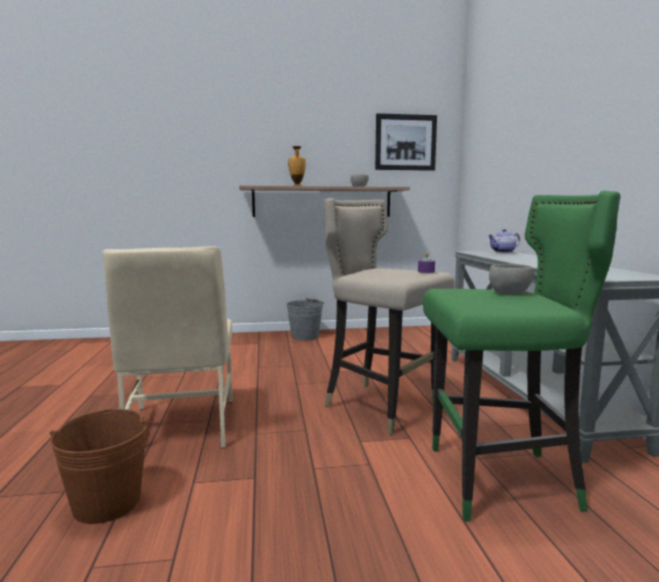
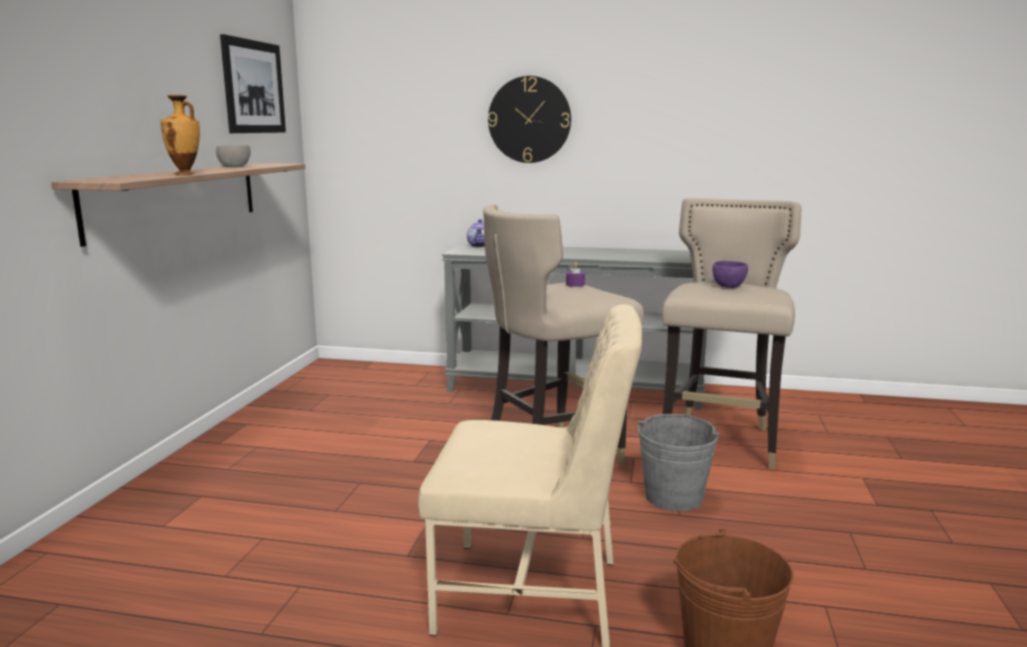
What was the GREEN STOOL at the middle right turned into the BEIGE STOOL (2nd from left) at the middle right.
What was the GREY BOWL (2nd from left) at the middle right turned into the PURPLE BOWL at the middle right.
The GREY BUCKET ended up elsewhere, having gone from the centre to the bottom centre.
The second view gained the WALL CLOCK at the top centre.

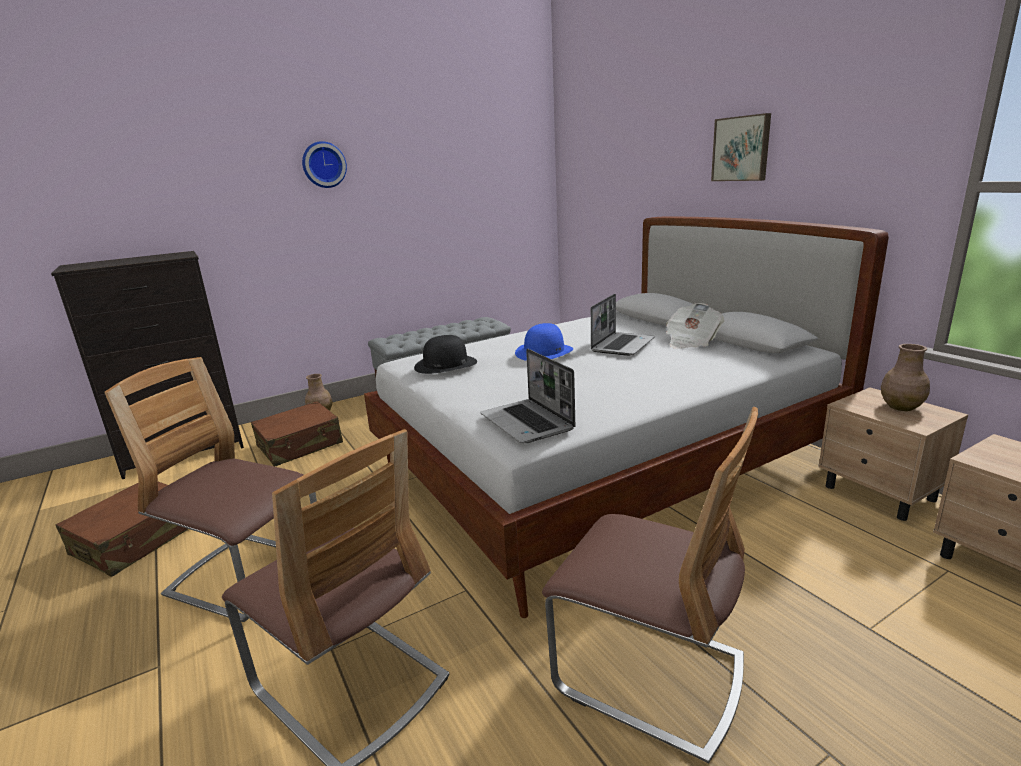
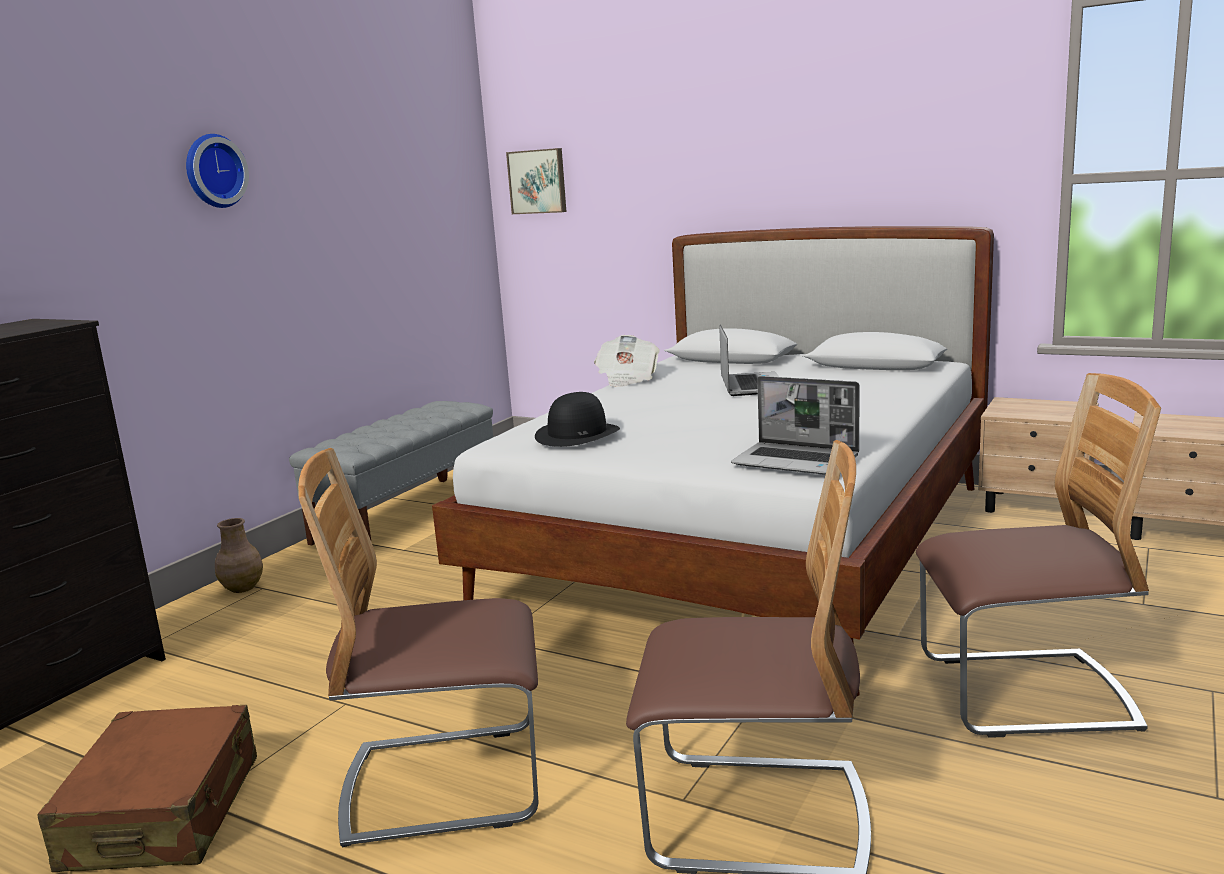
The PICTURE ended up elsewhere, having gone from the top right to the top centre.
The NEWSPAPER ended up elsewhere, having gone from the middle right to the centre.
The second view lost the BLUE HAT at the centre.
The second view lost the BROWN VASE (2nd from left) at the middle right.
The second view lost the BROWN SUITCASE (2nd from left) at the middle left.

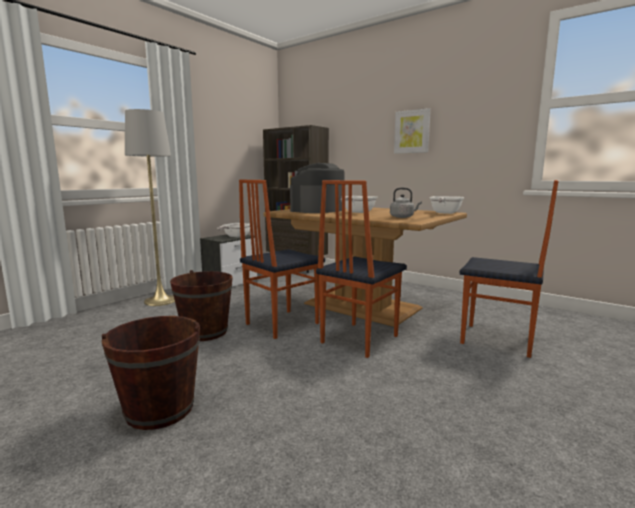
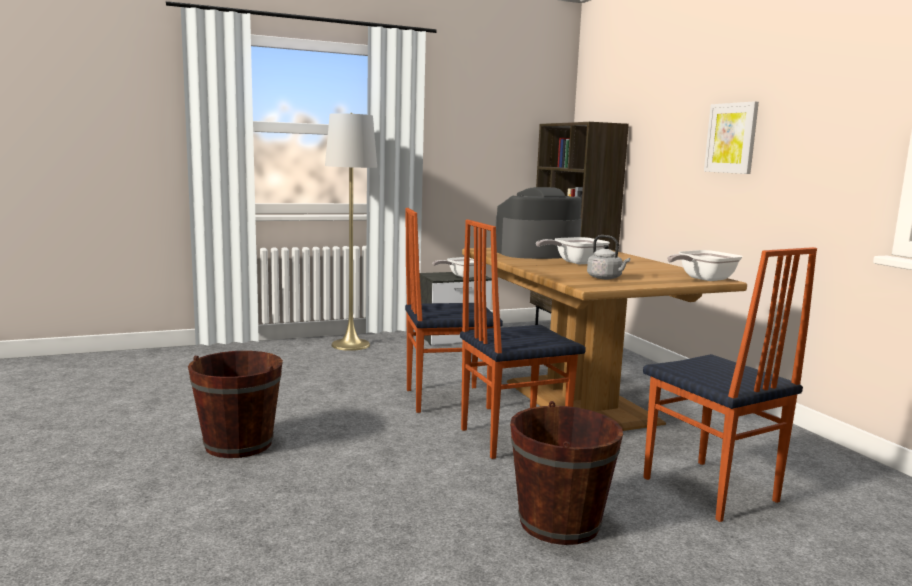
The BROWN BUCKET (2nd from left) ended up elsewhere, having gone from the middle left to the bottom centre.

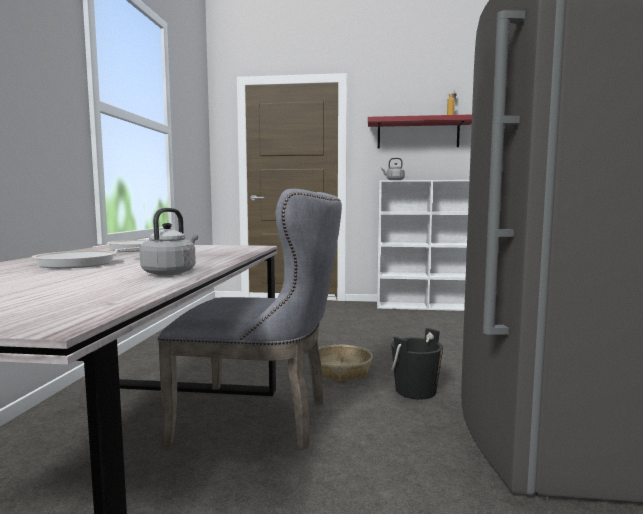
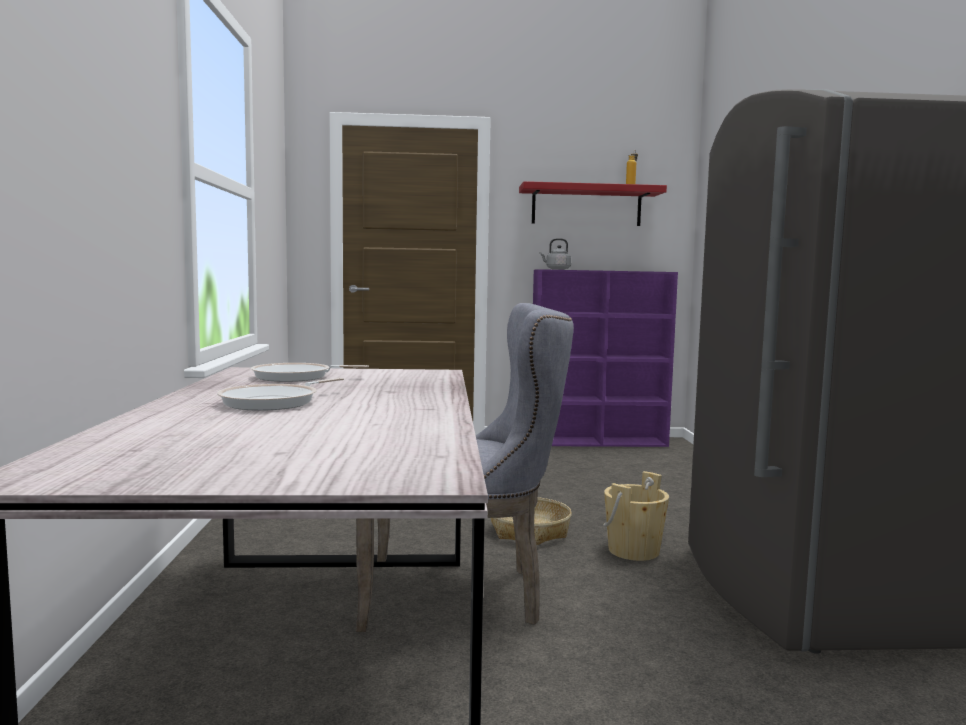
What was the WHITE BOOKCASE at the centre turned into the PURPLE BOOKCASE at the centre.
The second view lost the GREY KETTLE (1st from left) at the middle left.
What was the BLACK BUCKET at the bottom centre turned into the BEIGE BUCKET at the bottom centre.

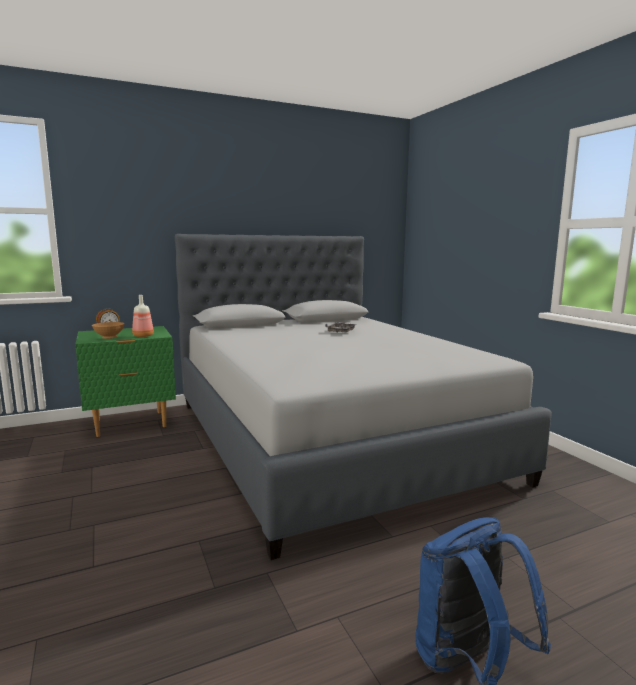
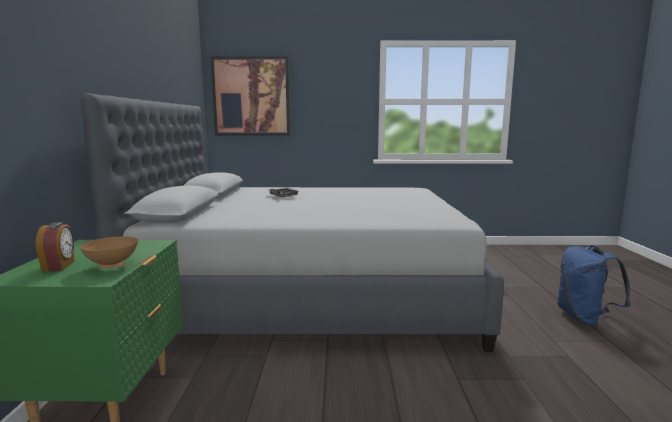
The second view lost the BOTTLE at the middle left.
The second view gained the PICTURE at the top centre.

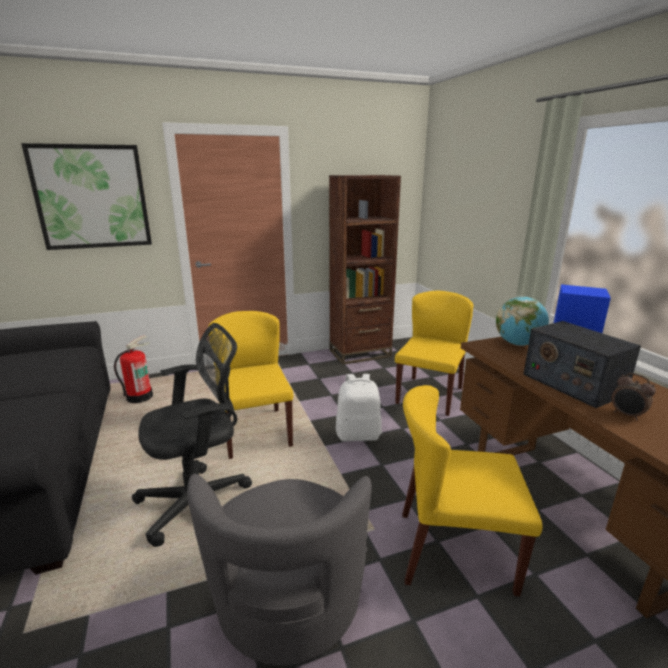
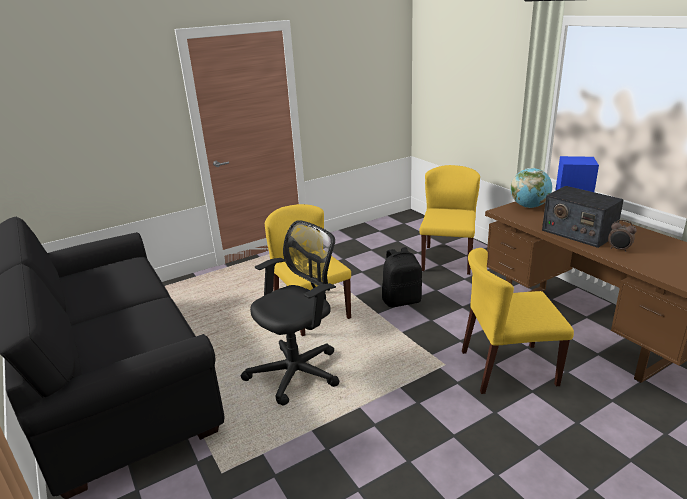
The second view lost the PICTURE at the top left.
The second view lost the BROWN BOOKCASE at the centre.
The second view lost the FIRE EXTINGUISHER at the middle left.
What was the WHITE BACKPACK at the centre turned into the BLACK BACKPACK at the centre.
The second view lost the GREY ARMCHAIR at the bottom centre.

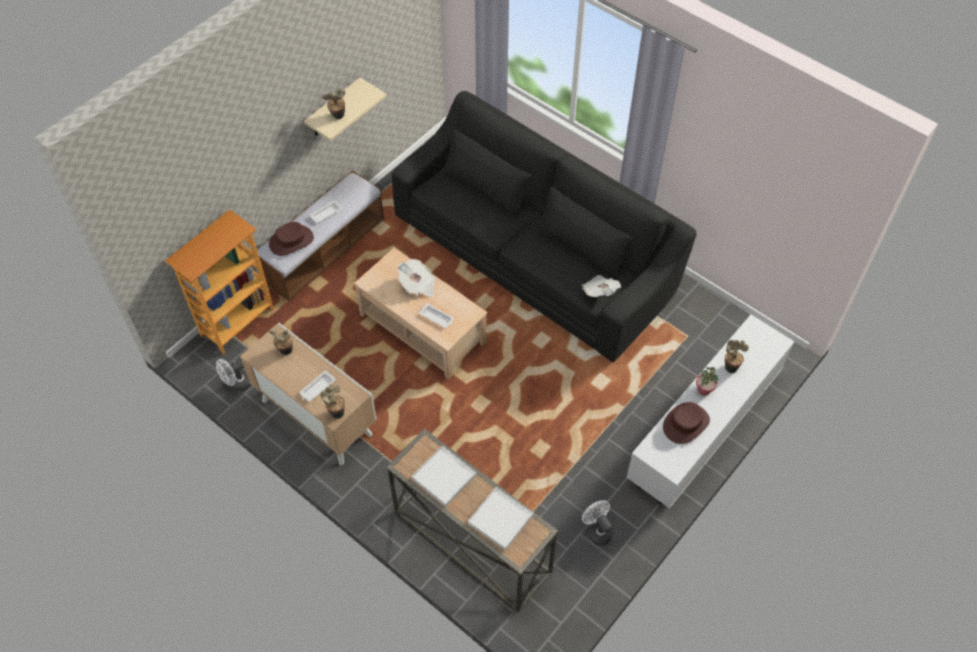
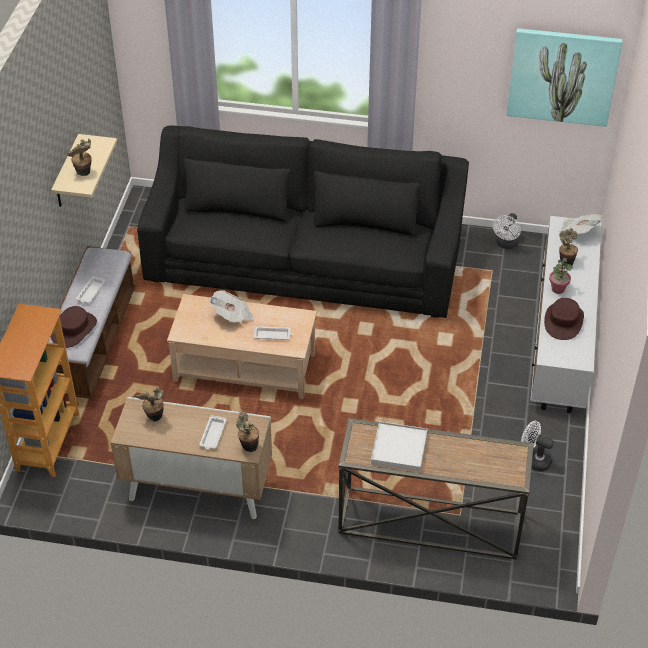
The NEWSPAPER (2nd from left) ended up elsewhere, having gone from the centre to the middle right.
The WHITE FAN (1st from left) ended up elsewhere, having gone from the middle left to the middle right.
The second view lost the WHITE TRAY (5th from left) at the bottom centre.
The second view gained the PICTURE at the top right.

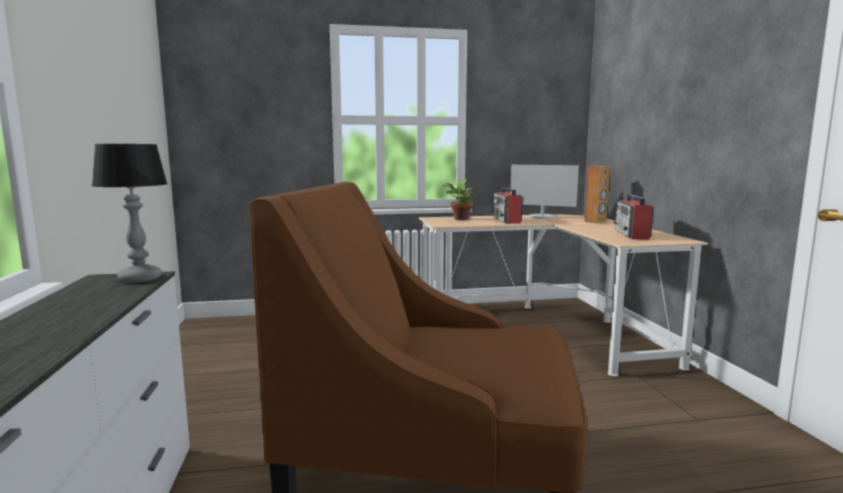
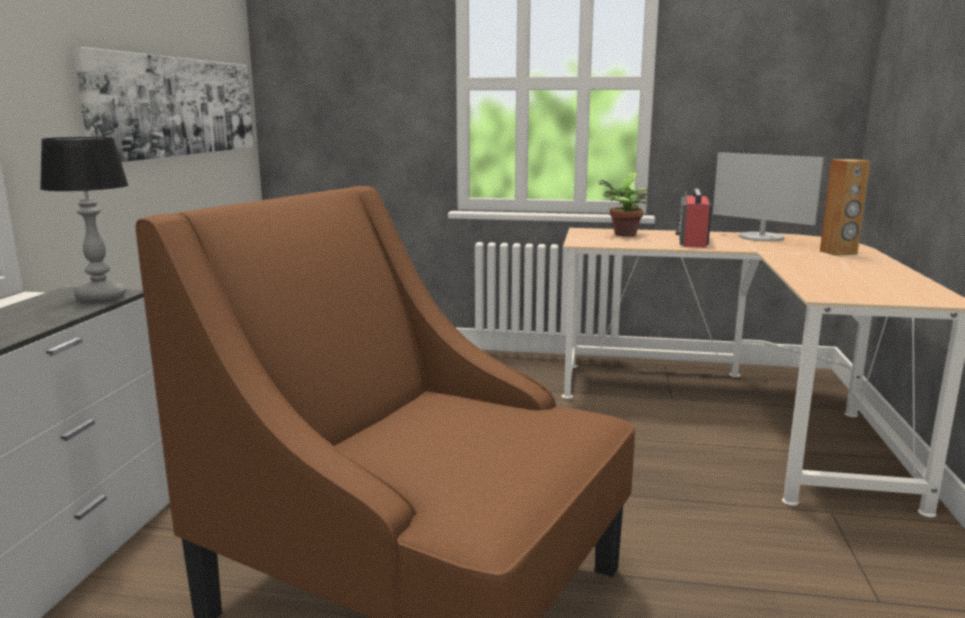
The second view lost the RADIO (2nd from left) at the middle right.
The second view gained the PICTURE at the top left.

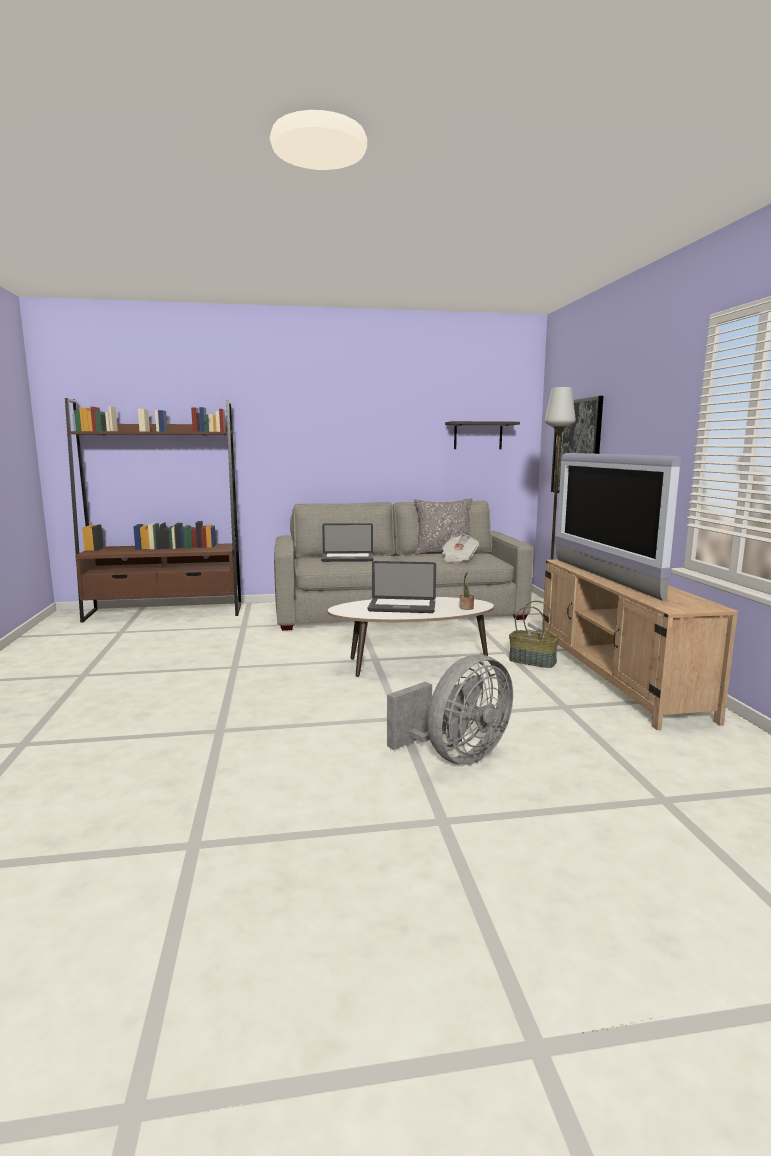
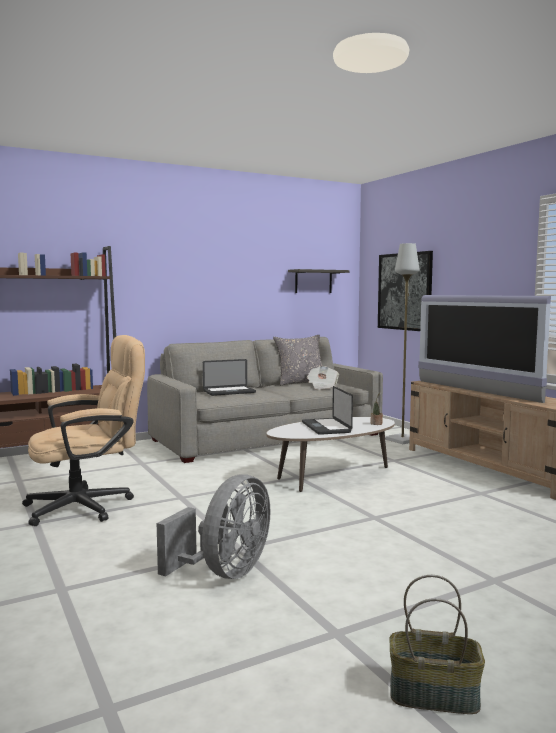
The LAPTOP (2nd from left) at the centre ended up facing another way, 90 degrees clockwise from before.
The BASKET ended up elsewhere, having gone from the middle right to the bottom right.
The GREY FAN ended up elsewhere, having gone from the centre to the bottom centre.
The second view gained the BEIGE OFFICE CHAIR at the middle left.

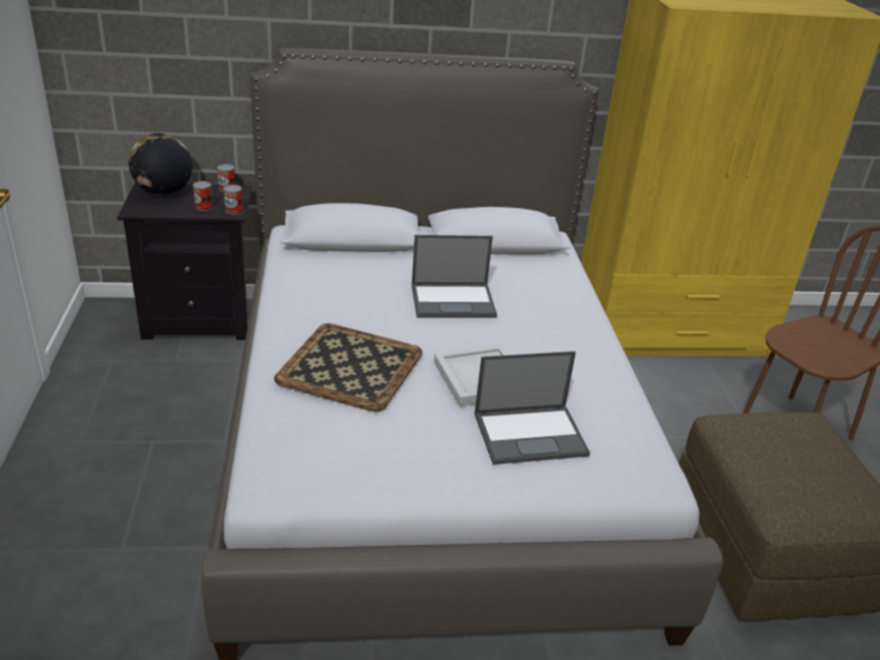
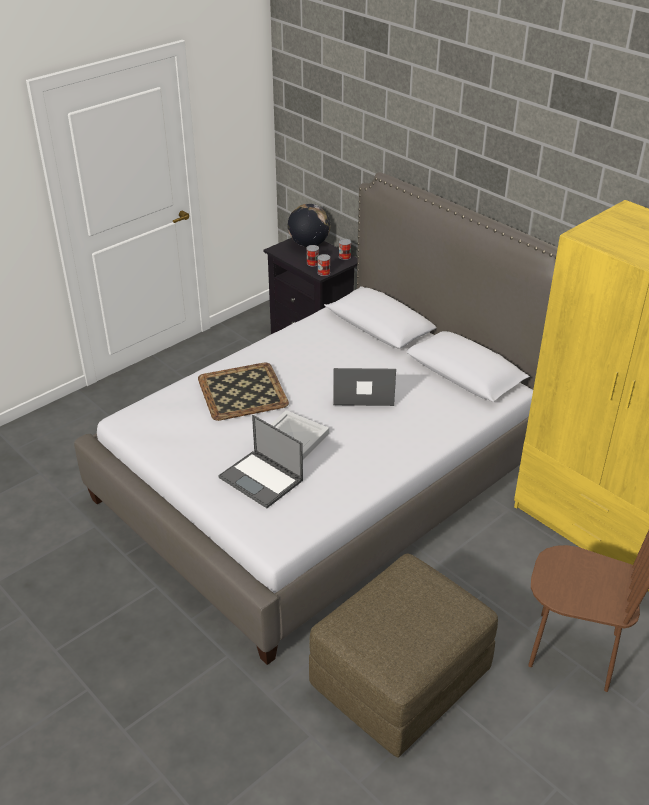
The LAPTOP (1st from left in the first image) at the centre ended up facing another way, 135 degrees clockwise from before.

